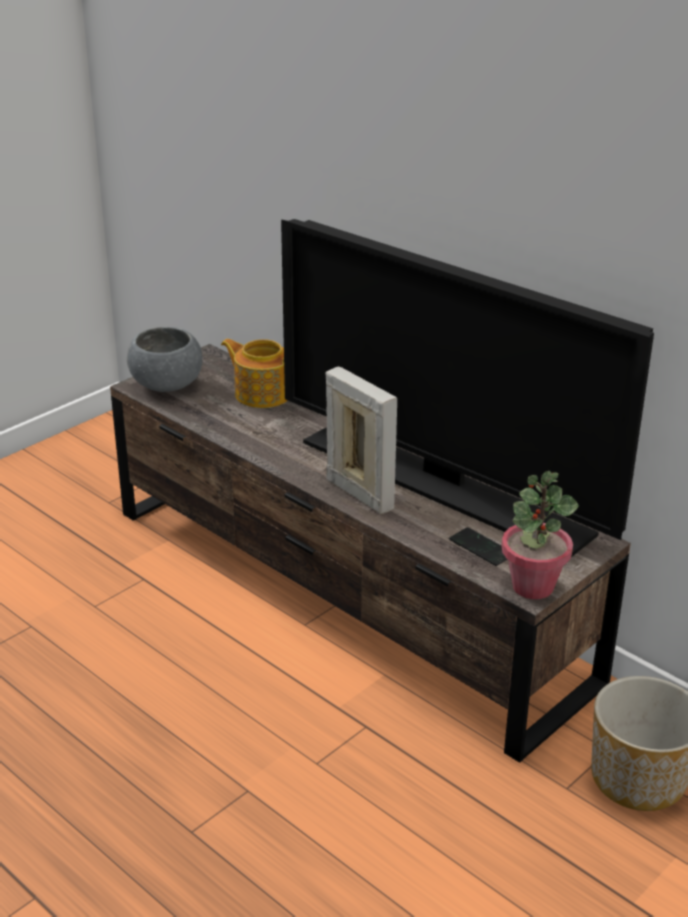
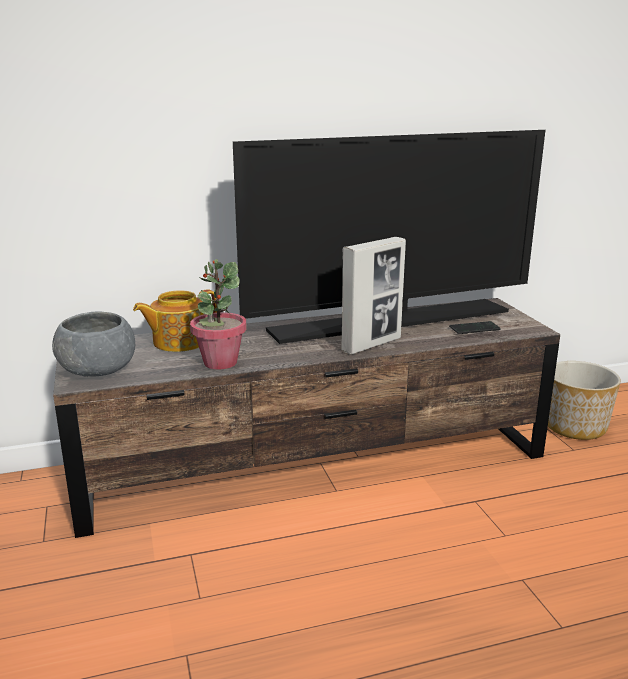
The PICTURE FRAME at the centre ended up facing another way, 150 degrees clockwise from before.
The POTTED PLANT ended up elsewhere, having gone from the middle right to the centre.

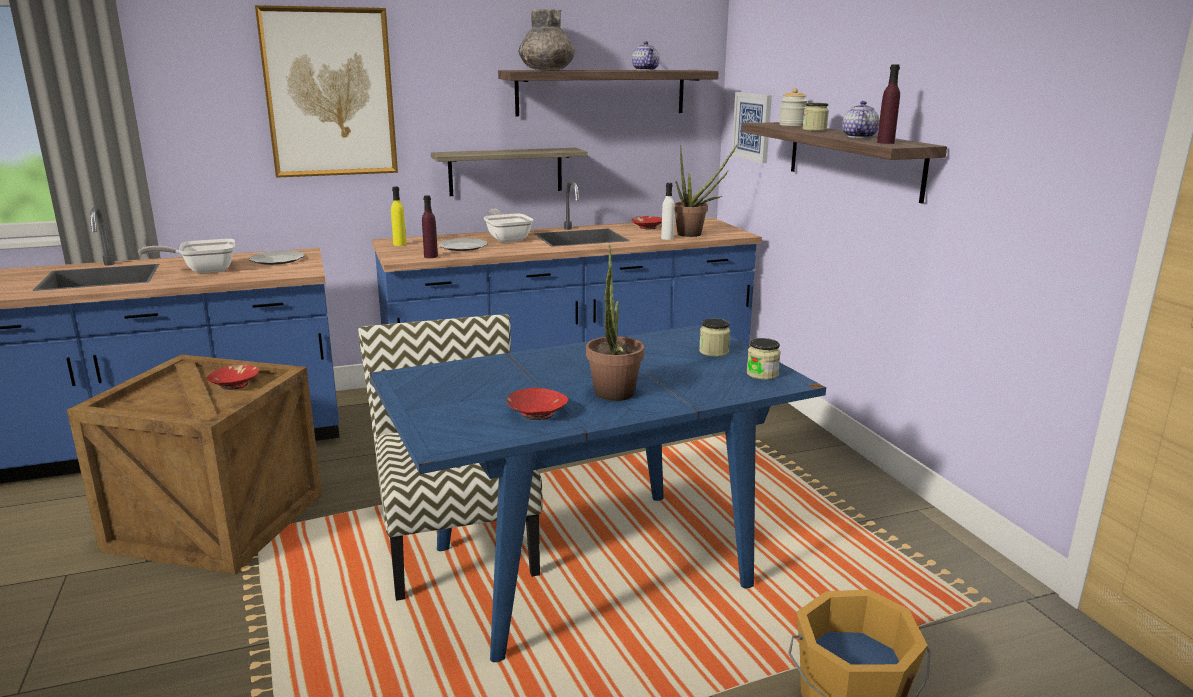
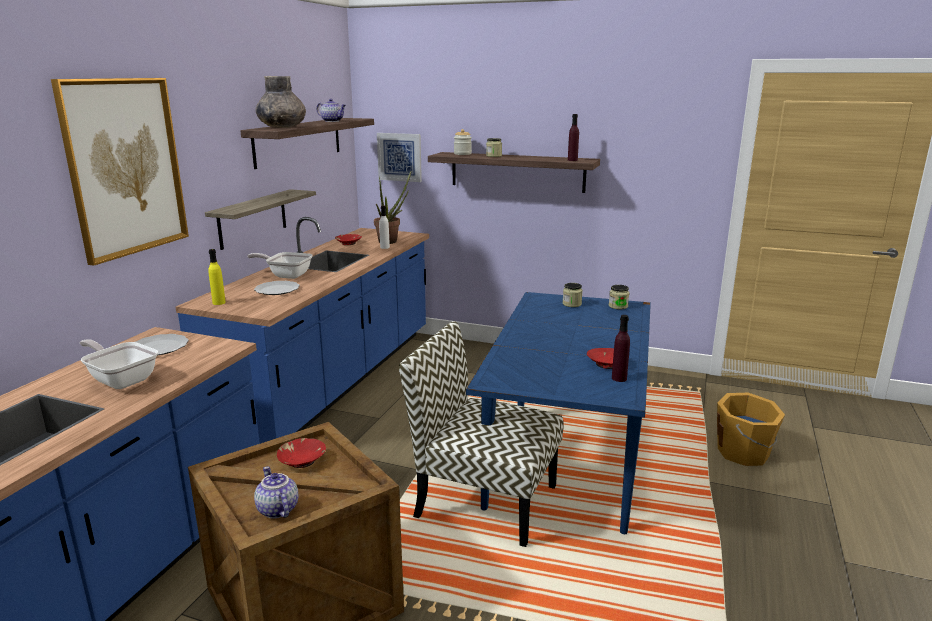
The TEAPOT (2nd from left in the first image) ended up elsewhere, having gone from the top right to the bottom left.
The PURPLE BOTTLE (1st from left in the first image) ended up elsewhere, having gone from the top centre to the centre.
The FRYING PAN (1st from left) at the middle left ended up facing another way, 105 degrees clockwise from before.
The second view lost the POTTED PLANT (1st from left) at the centre.

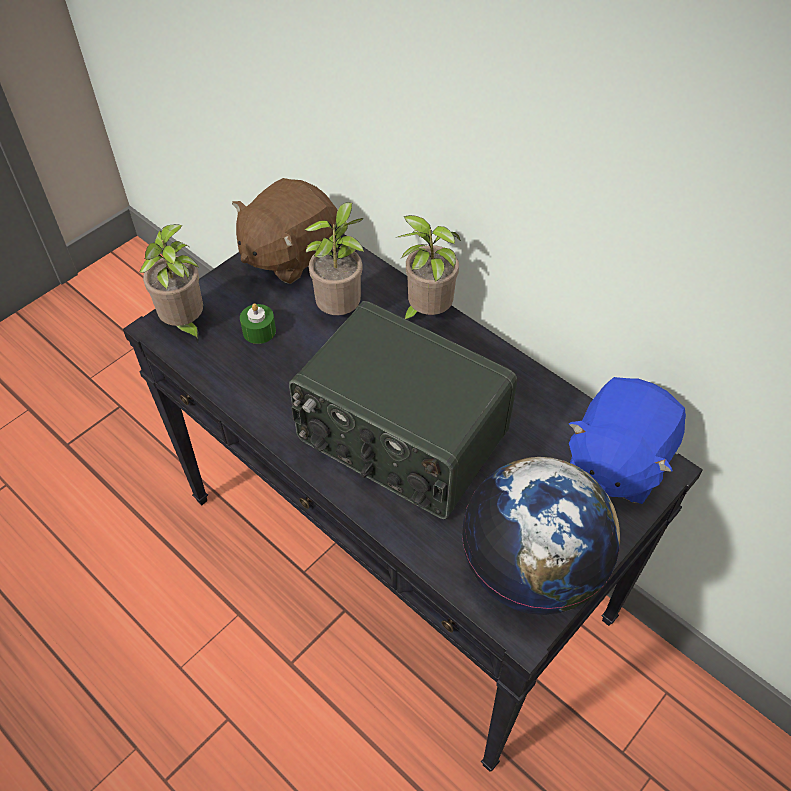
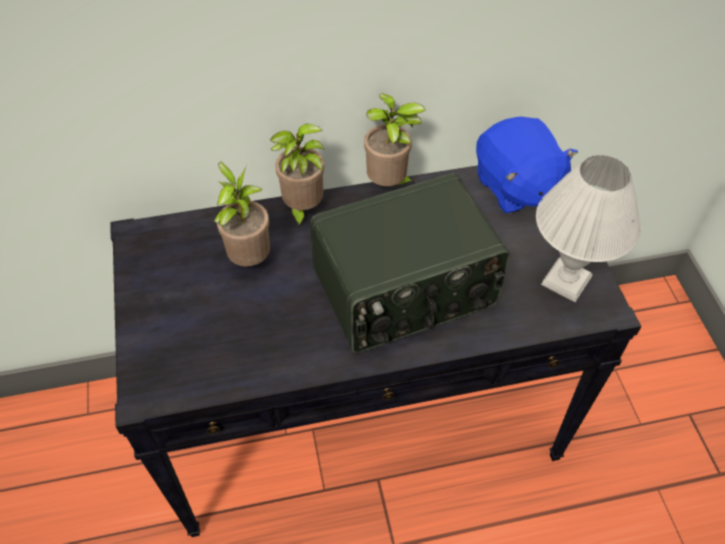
The second view lost the BROWN PLUSH TOY at the top centre.
The POTTED PLANT (1st from left in the first image) ended up elsewhere, having gone from the middle left to the top centre.
The second view lost the GREEN CANDLE at the middle left.
Where the GLOBE stood at the bottom right, the WHITE TABLE LAMP came to stand at the middle right.

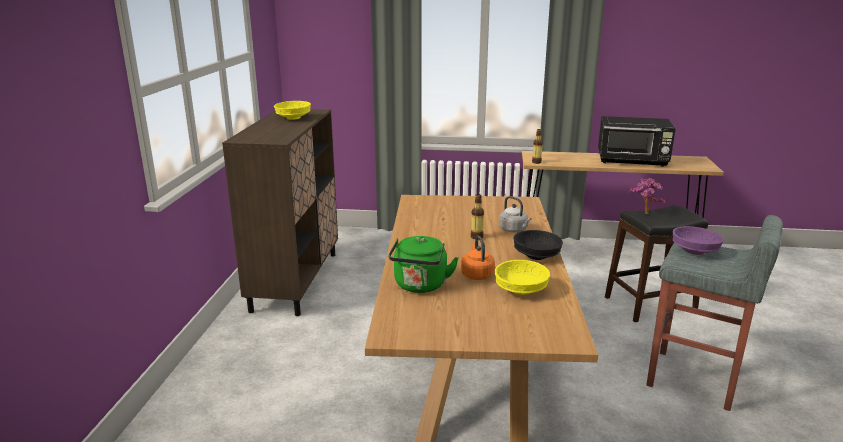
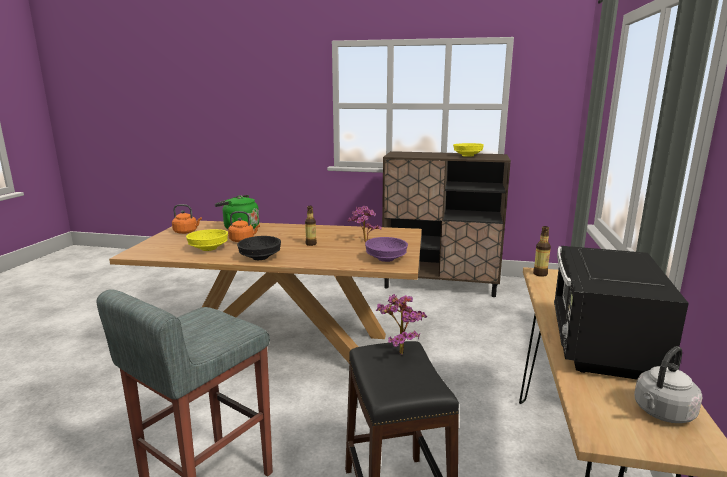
The GREY KETTLE ended up elsewhere, having gone from the centre to the bottom right.
The PURPLE BOWL ended up elsewhere, having gone from the middle right to the centre.
The second view gained the ORANGE KETTLE (1st from left) at the middle left.
The second view gained the POTTED PLANT (1st from left) at the centre.

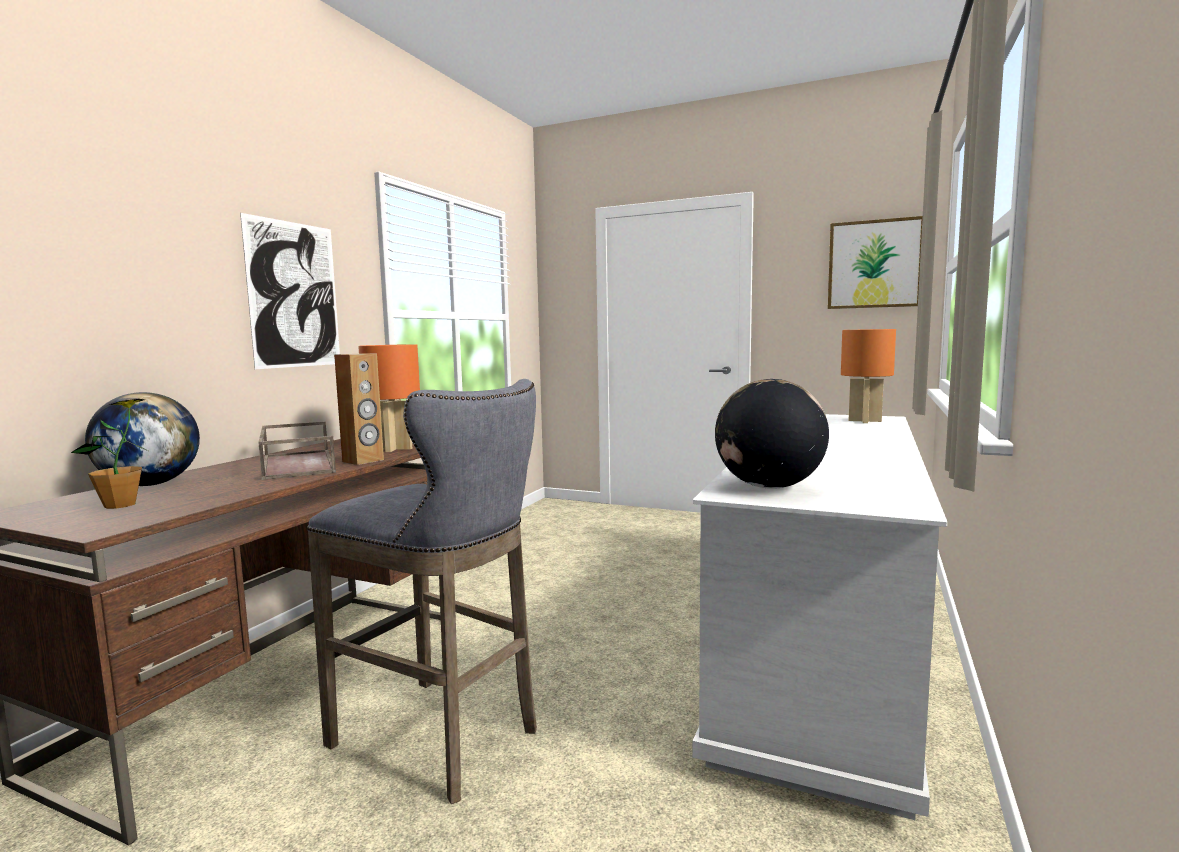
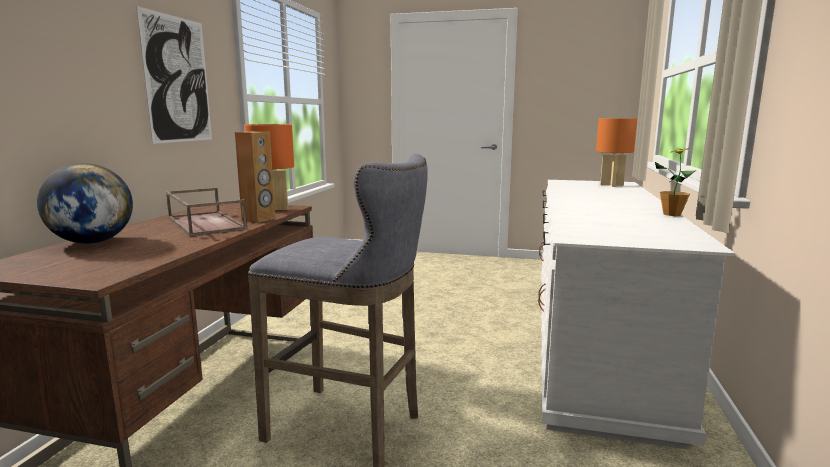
The second view lost the PICTURE (2nd from left) at the top right.
The second view lost the GLOBE (2nd from left) at the centre.
The POTTED PLANT ended up elsewhere, having gone from the middle left to the middle right.

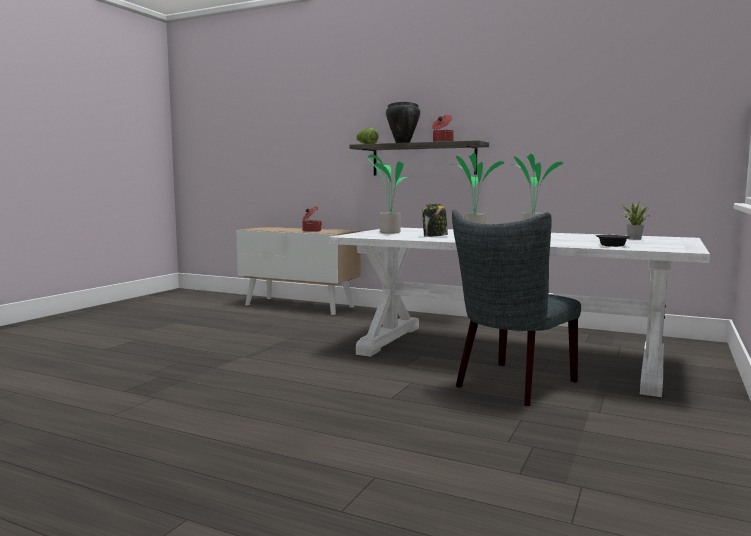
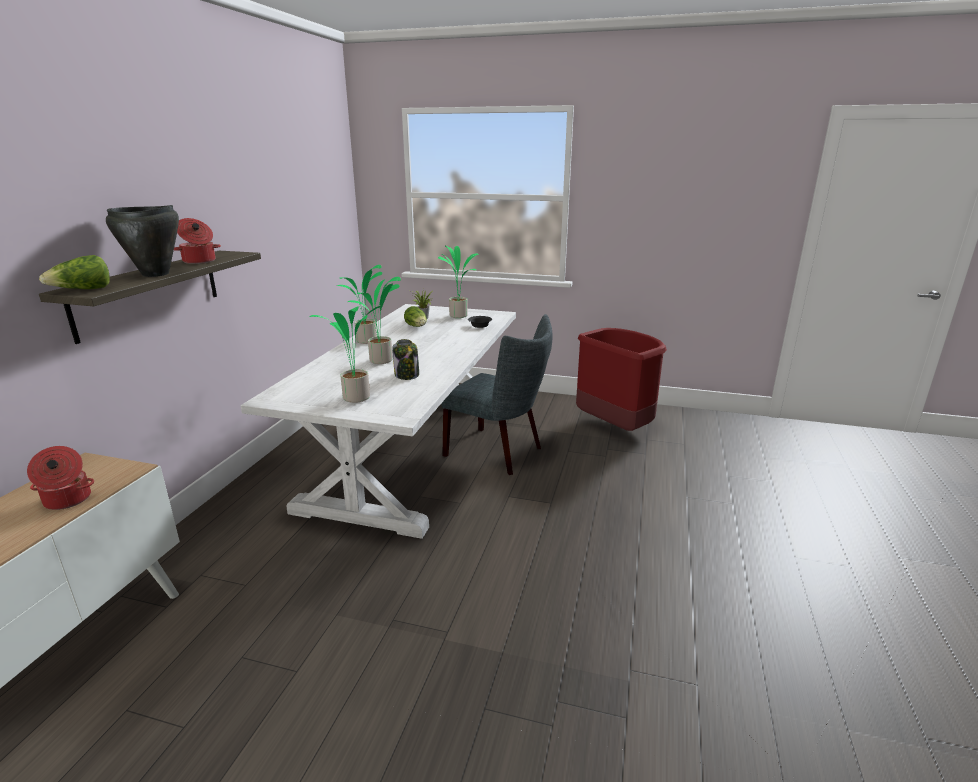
The second view gained the POTTED PLANT (5th from left) at the centre.
The second view gained the LETTUCE (2nd from left) at the centre.
The second view gained the RED TRASH CAN at the centre.

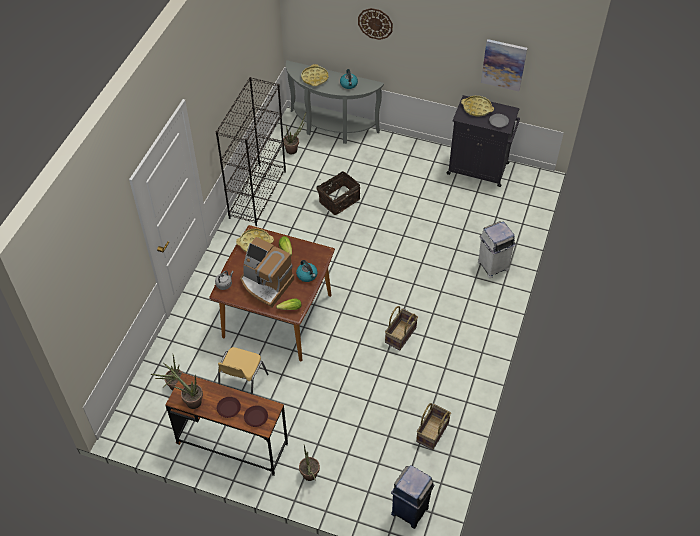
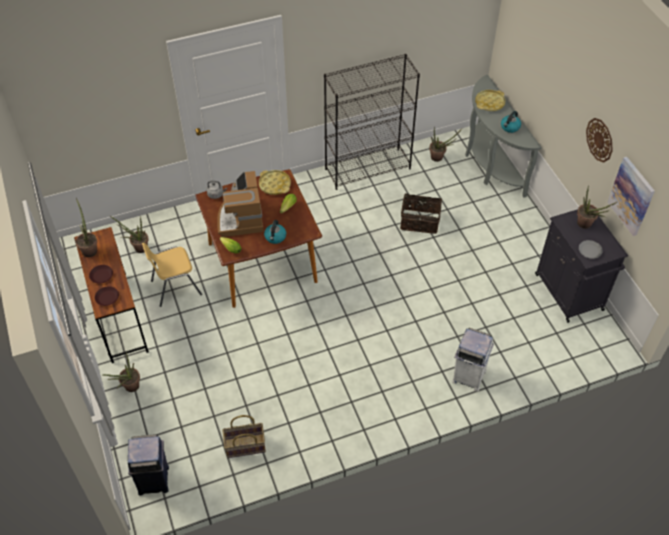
The WALL CLOCK ended up elsewhere, having gone from the top centre to the top right.
Where the YELLOW TRAY (3rd from left) stood at the top right, the POTTED PLANT (5th from left) came to stand at the middle right.
The second view lost the BASKET (2nd from left) at the centre.

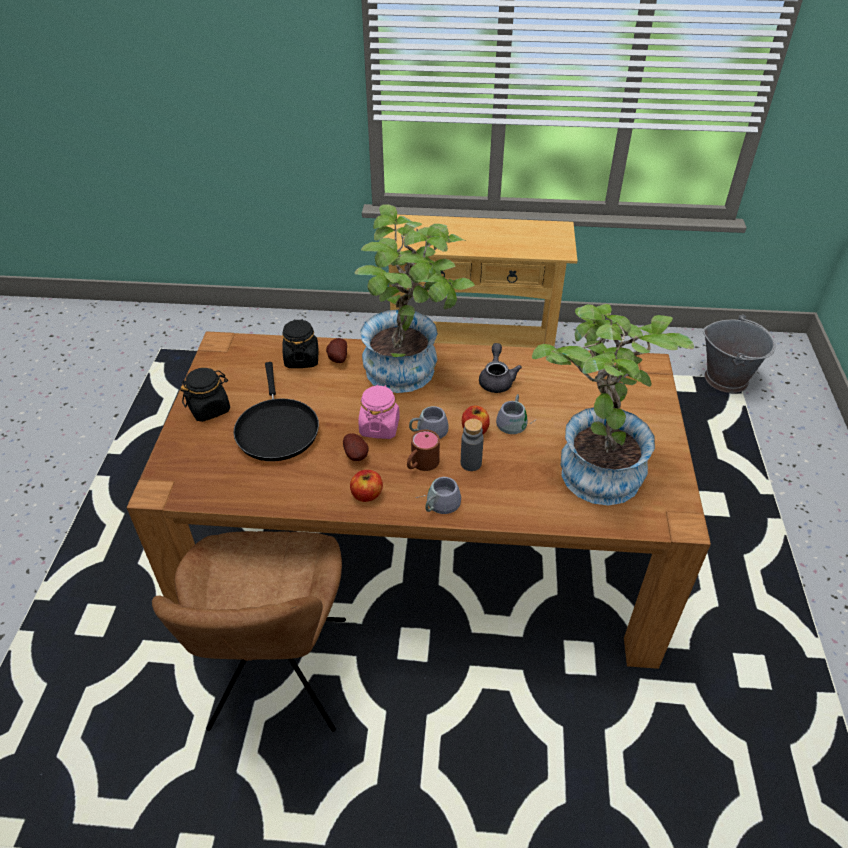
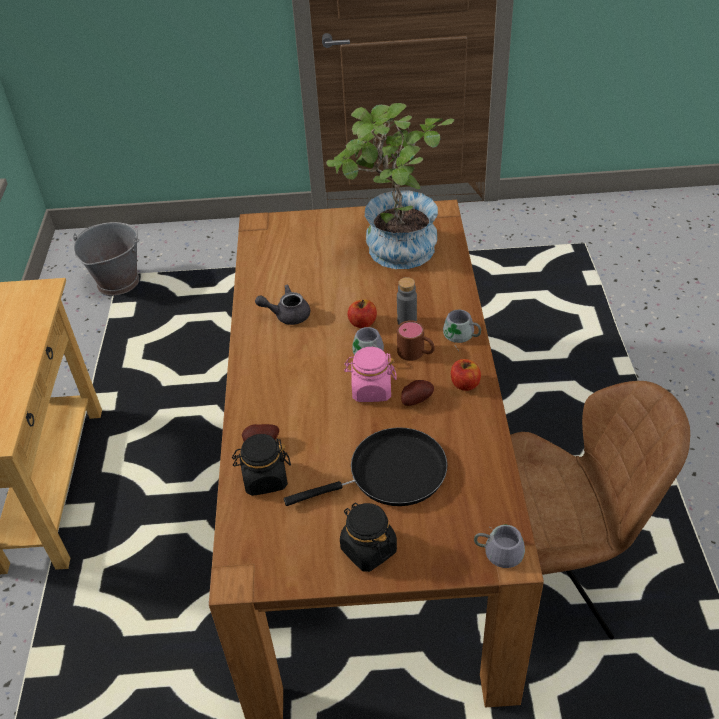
The second view lost the POTTED PLANT (1st from left) at the centre.
The GREY MUG (3rd from left) ended up elsewhere, having gone from the centre to the bottom right.

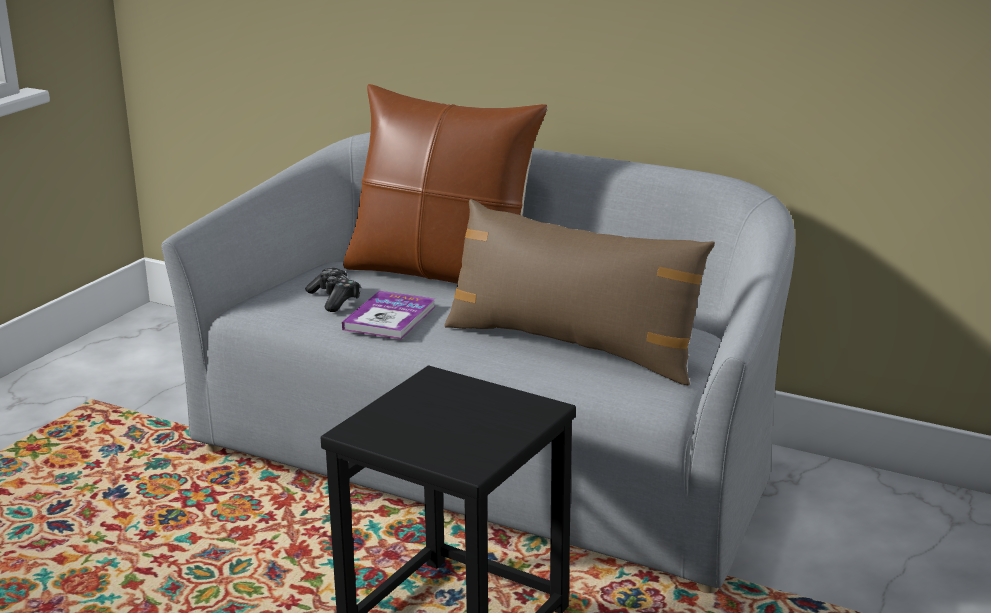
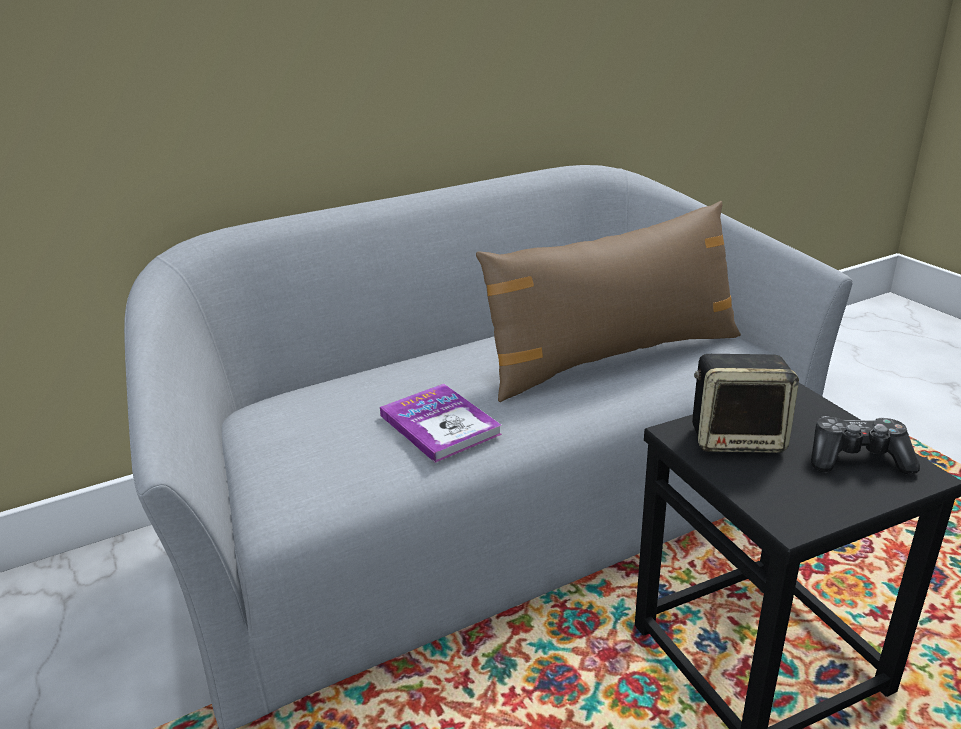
The second view lost the BROWN PILLOW (1st from left) at the top centre.
The GAME CONTROLLER ended up elsewhere, having gone from the centre to the middle right.
The second view gained the SPEAKER at the middle right.

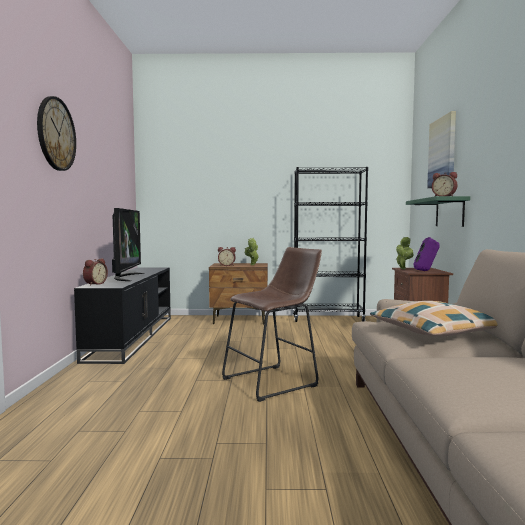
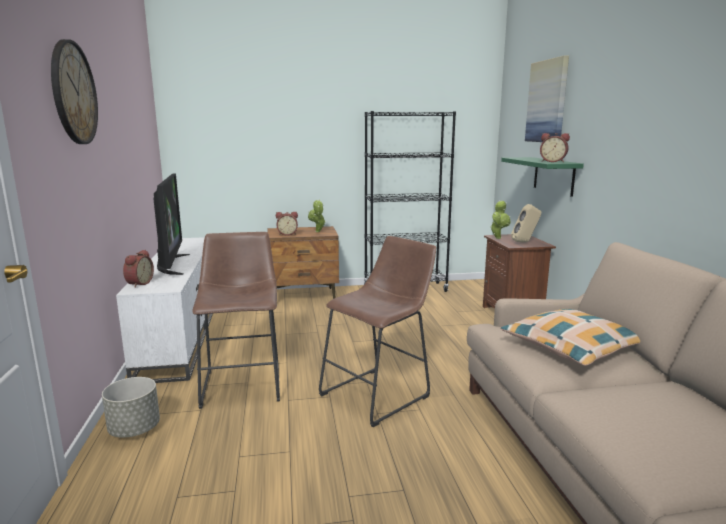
What was the PURPLE SPEAKER at the middle right turned into the BEIGE SPEAKER at the middle right.
What was the BLACK TV STAND at the middle left turned into the WHITE TV STAND at the middle left.
The second view gained the BROWN STOOL (1st from left) at the middle left.
The second view gained the GREY PLANTER at the bottom left.

